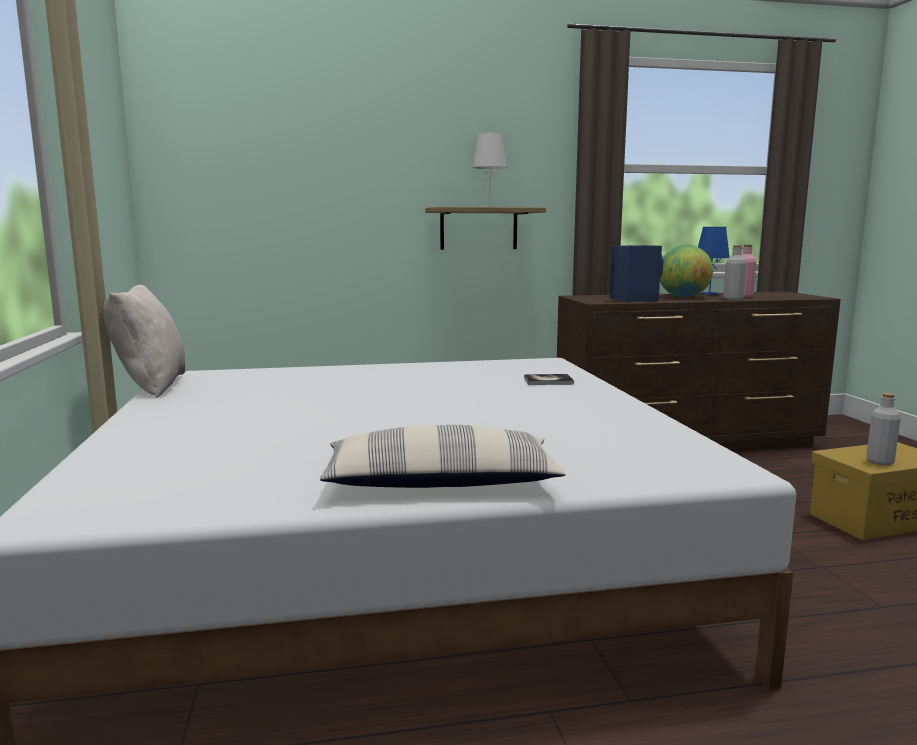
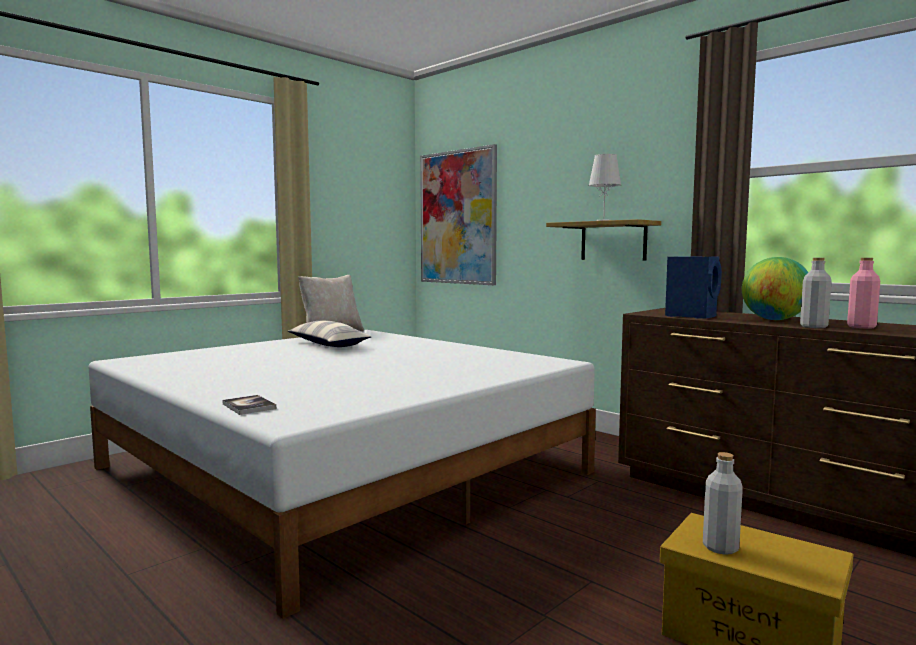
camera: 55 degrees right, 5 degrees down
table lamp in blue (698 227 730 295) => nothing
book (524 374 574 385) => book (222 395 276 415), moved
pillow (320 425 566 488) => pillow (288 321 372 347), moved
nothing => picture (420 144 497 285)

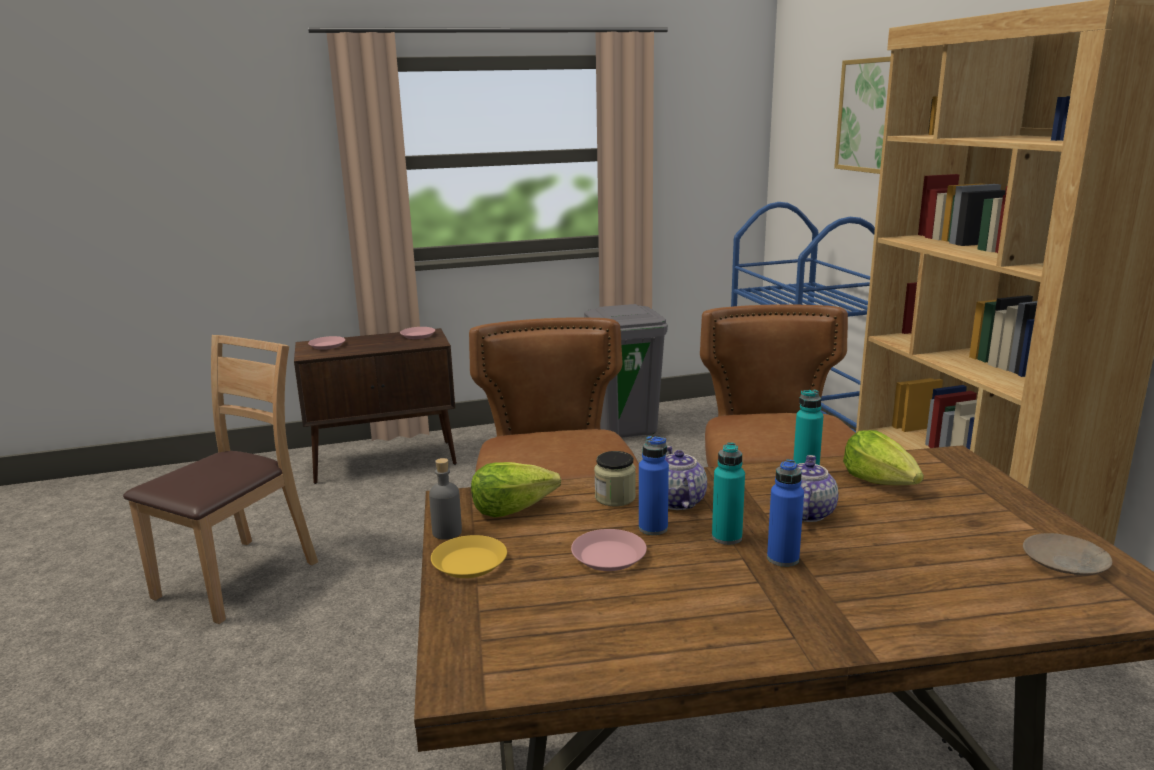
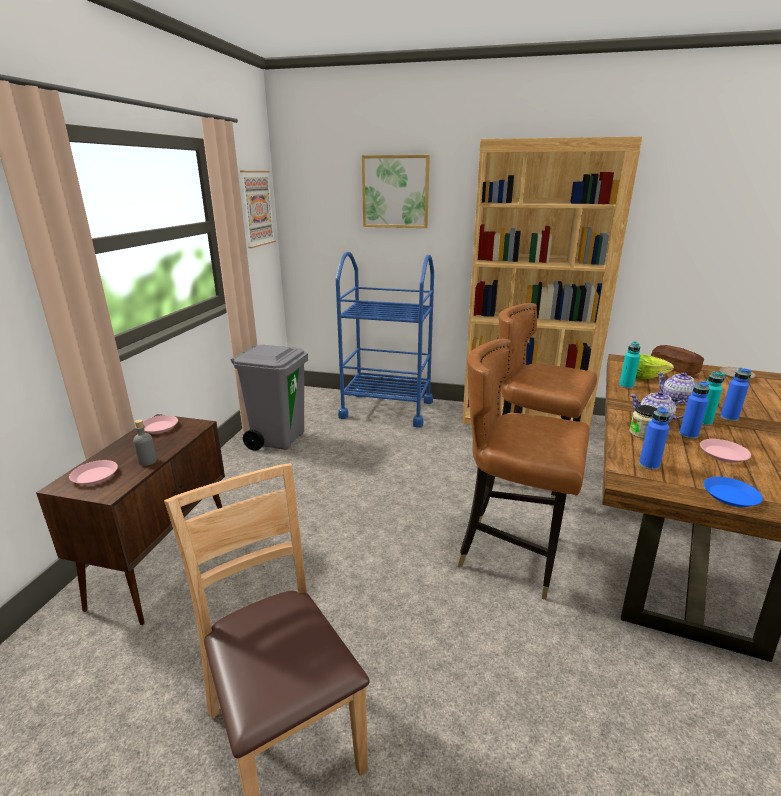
camera: 60 degrees left, 5 degrees up
bottle in grey (429 458 462 540) => bottle in grey (133 420 157 466), moved
lettuce (471 462 561 517) => bottle in blue (639 407 670 470)
plate in yellow (431 535 507 578) => plate in blue (704 477 763 507)
nothing => picture (240 171 276 248)
nothing => bread (651 345 704 375)

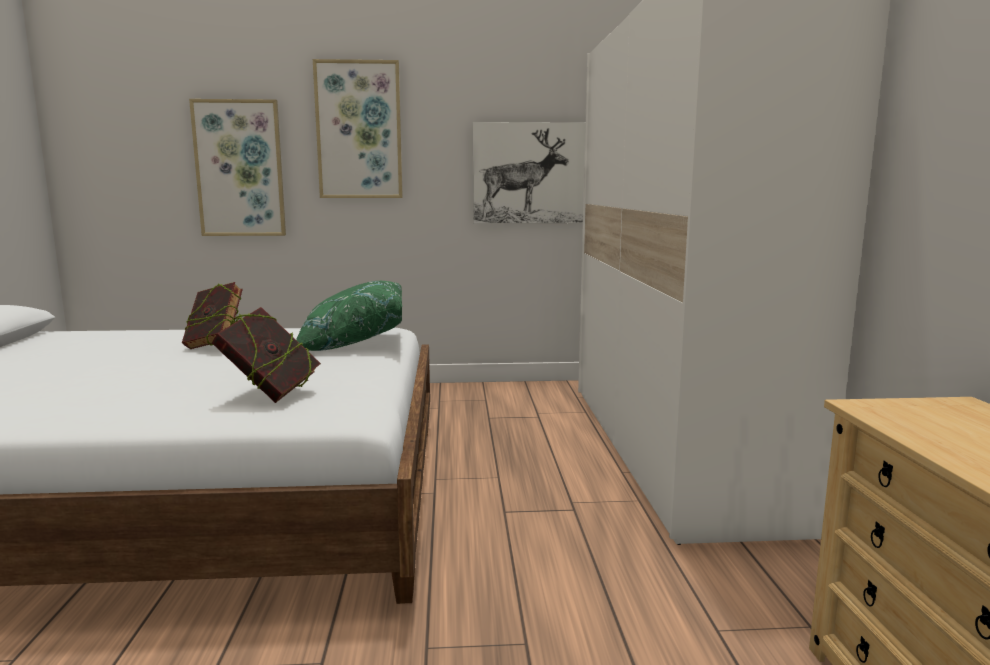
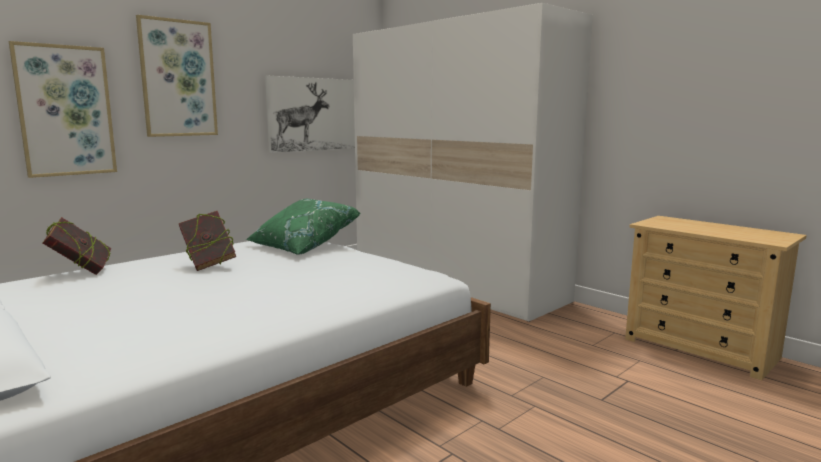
camera: 40 degrees left, 0 degrees up
book (212 307 321 403) => book (43 217 111 275), moved

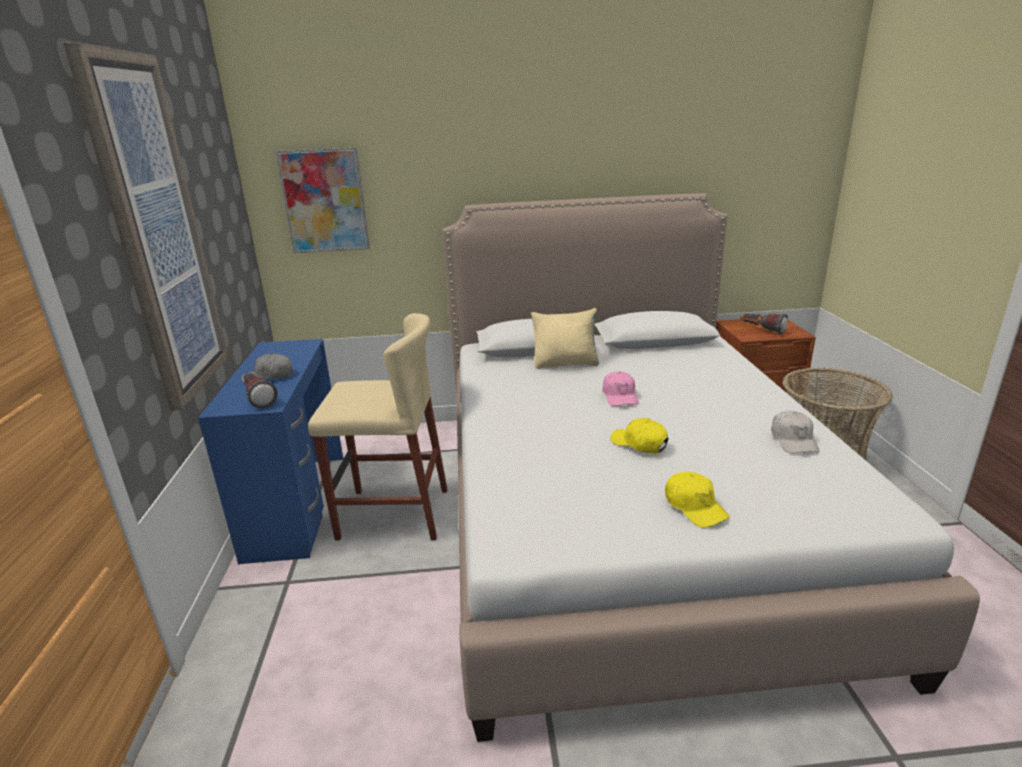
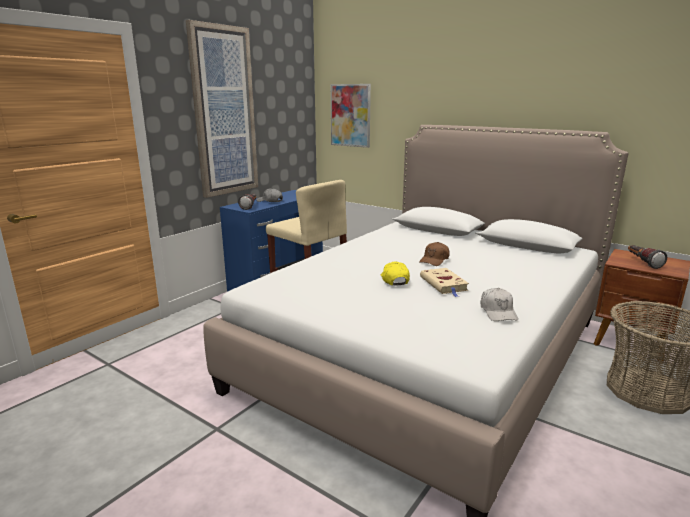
camera: 40 degrees right, 5 degrees down
pillow in beige (531 308 599 369) => nothing
cap in pink (602 371 638 406) => cap in brown (419 242 450 266)
cap in white (771 411 820 453) => cap in white (481 288 518 321), 45 degrees counterclockwise
cap in yellow (665 472 730 528) => nothing
nothing => book in beige (420 268 469 297)

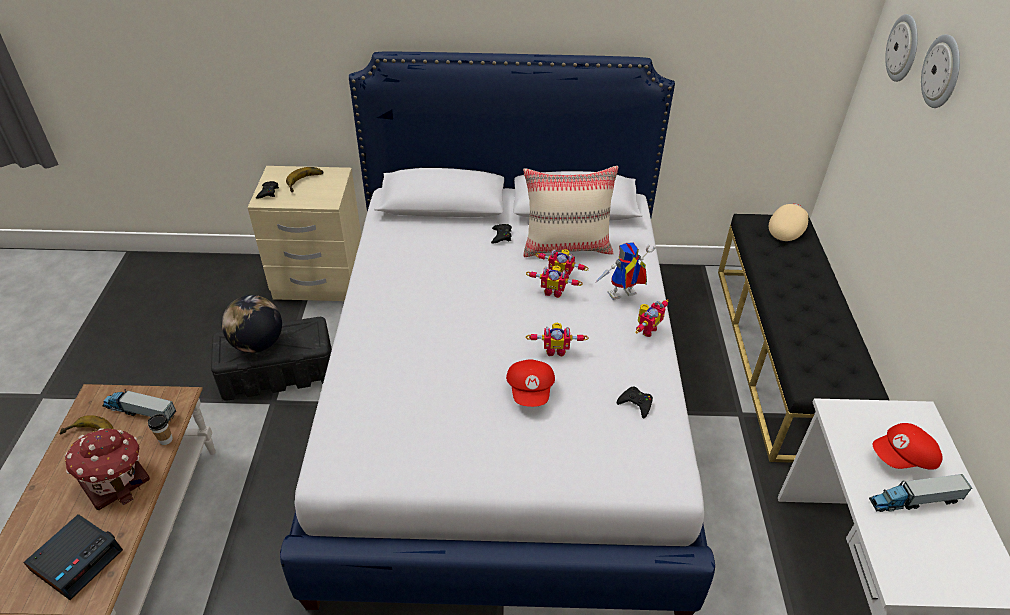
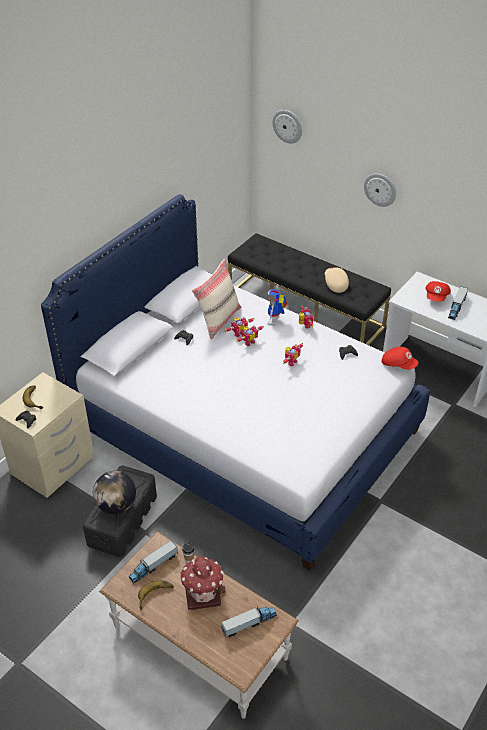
camera: 55 degrees left, 0 degrees up
wall clock (921 34 960 108) => wall clock (364 173 396 207), moved
cap in beige (769 203 808 241) => cap in beige (325 267 349 293), moved
cap in red (506 359 555 407) => cap in red (382 347 419 370), moved
alarm clock (23 514 123 600) => toy truck (221 606 277 637)

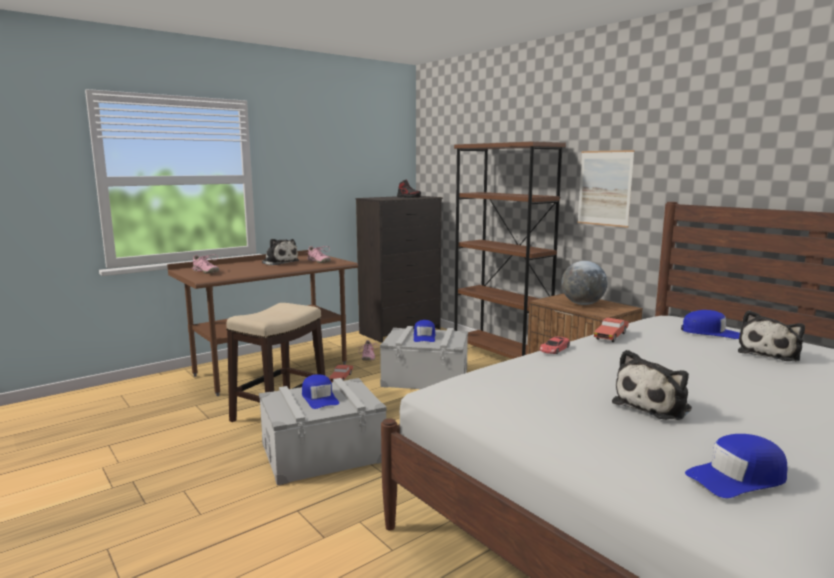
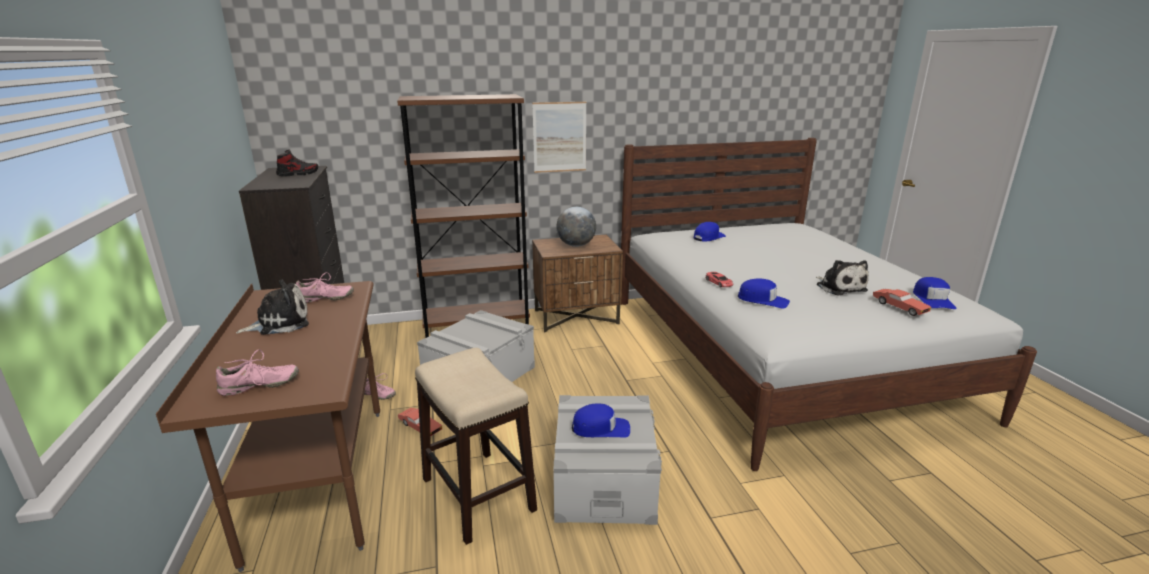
camera: 65 degrees left, 10 degrees up
plush toy (738 310 805 361) => nothing
toy car in red (594 318 629 342) => toy car in red (873 289 932 316), moved
cap in blue (414 320 435 342) => cap in blue (738 278 790 309), moved

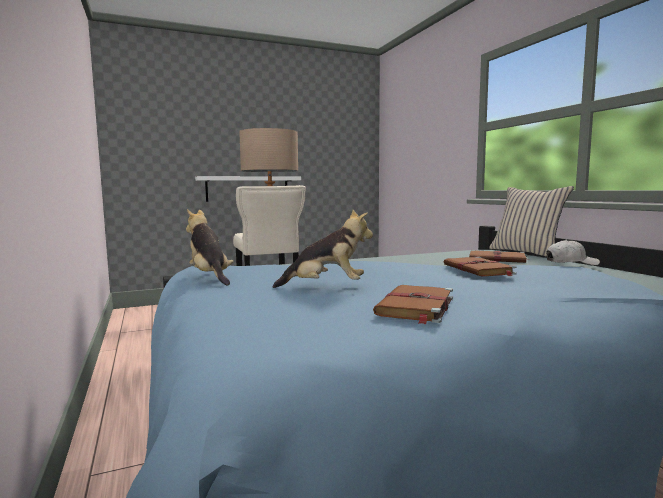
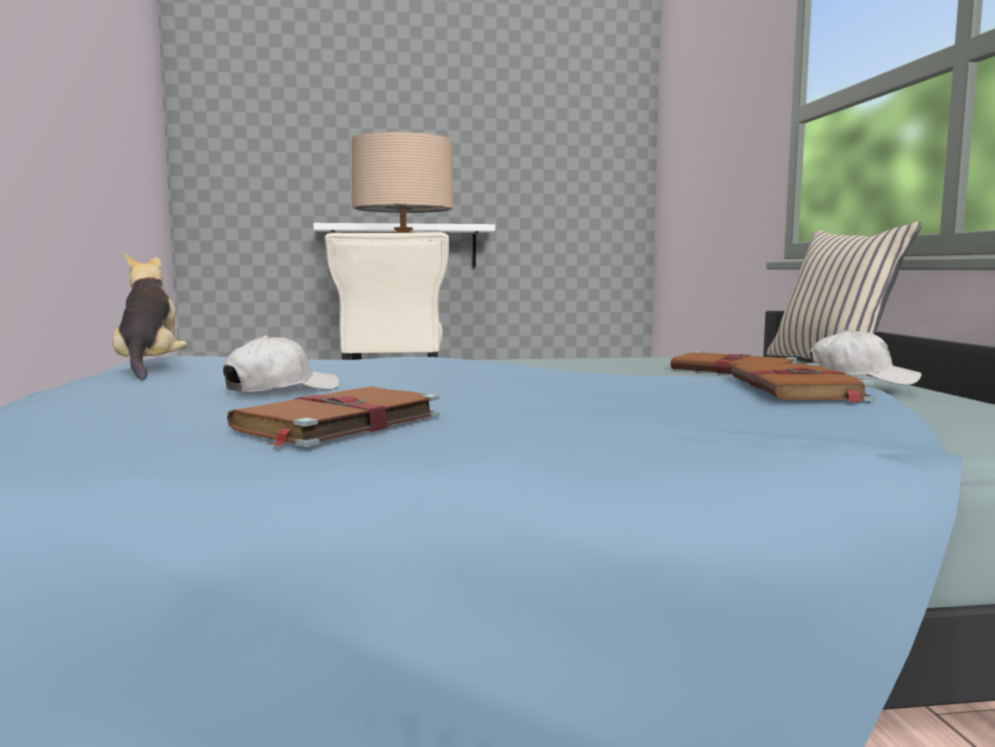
camera: 15 degrees right, 0 degrees up
plush toy (272 210 373 288) => cap in white (223 335 339 392)
book in brown (444 257 517 276) => book in brown (731 363 876 403), moved

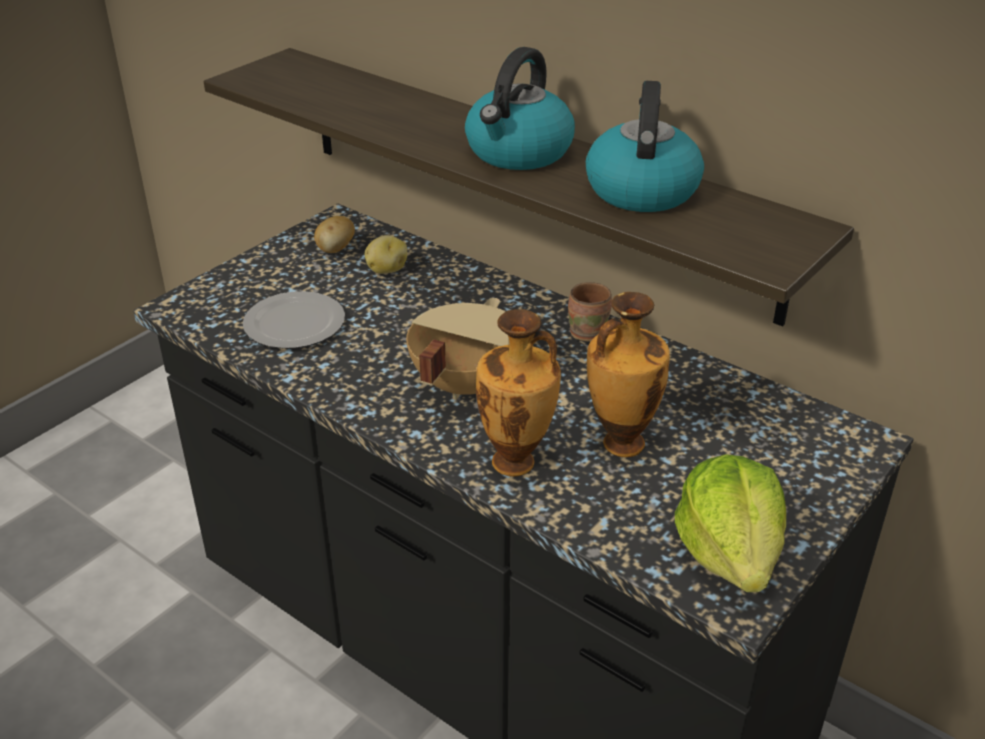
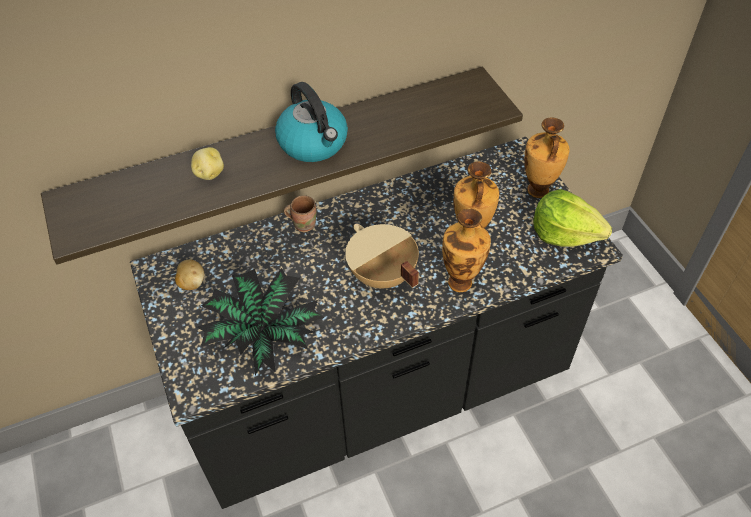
camera: 60 degrees left, 15 degrees up
kettle (586 81 704 212) => nothing
potato (365 235 407 274) => potato (191 147 224 180), moved
mug in brown (568 282 612 341) => mug in brown (284 195 316 232), moved
plate (243 291 345 349) => potted plant (197 268 324 375)
nothing => vase (524 117 570 198)

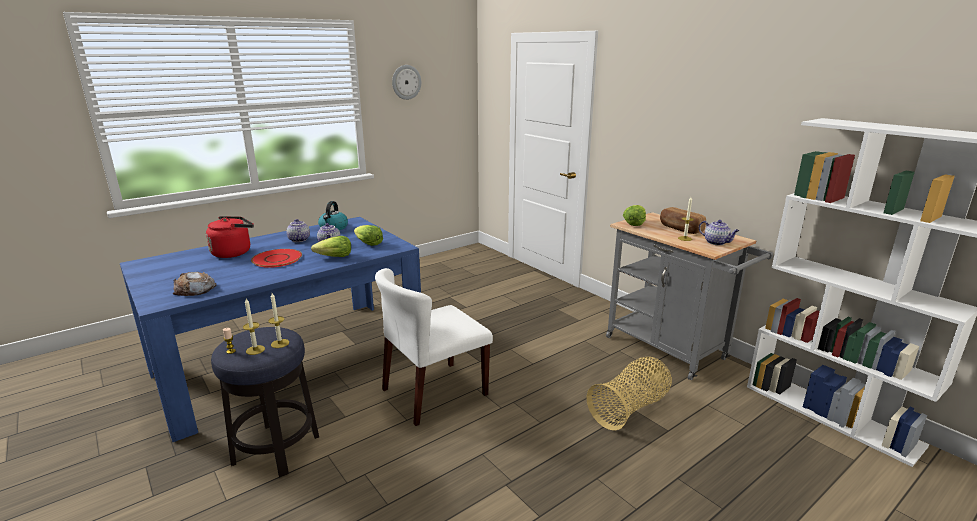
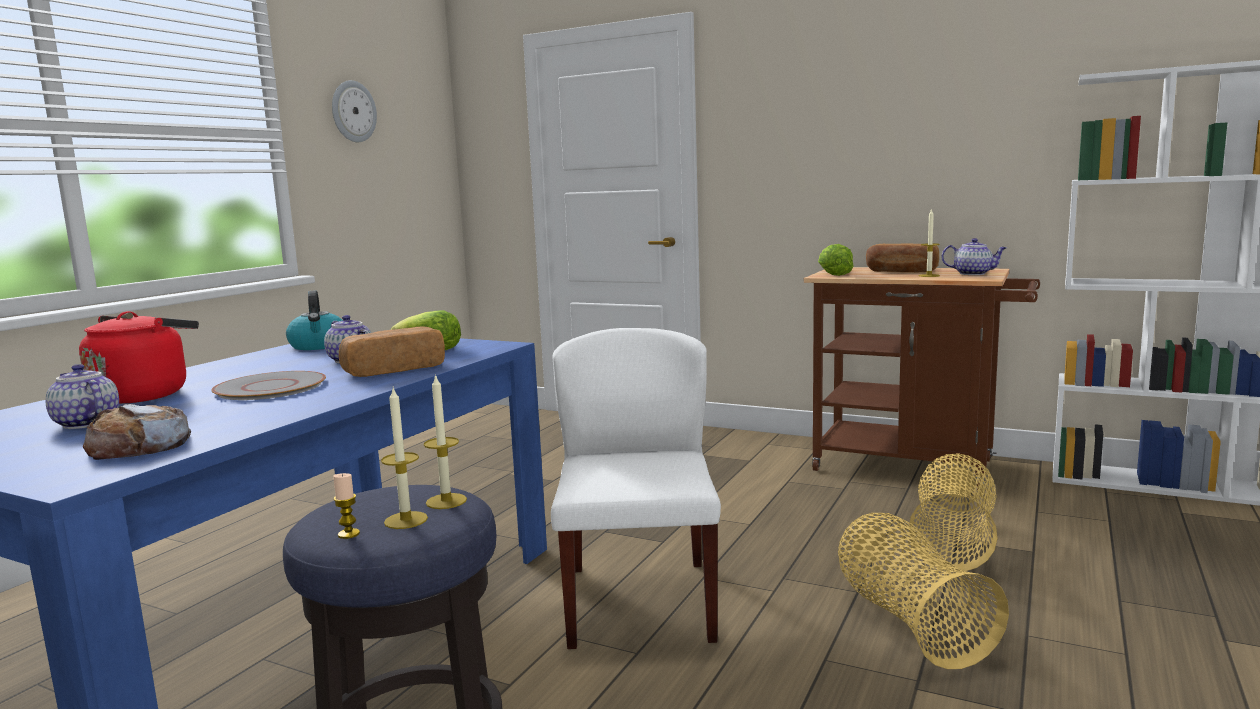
camera: 25 degrees left, 10 degrees down
cart in grey (606 212 773 380) => cart in brown (803 267 1040 490)
teapot (286 219 310 242) => teapot (45 364 119 429), moved
lettuce (311 236 351 257) => bread (339 326 445 377)
plate in red (251 249 302 268) => plate in grey (211 371 326 400)
chair in white (375 268 493 426) => chair in white (551 328 721 649), 150 degrees clockwise
nothing => basket (838 513 1009 669)

